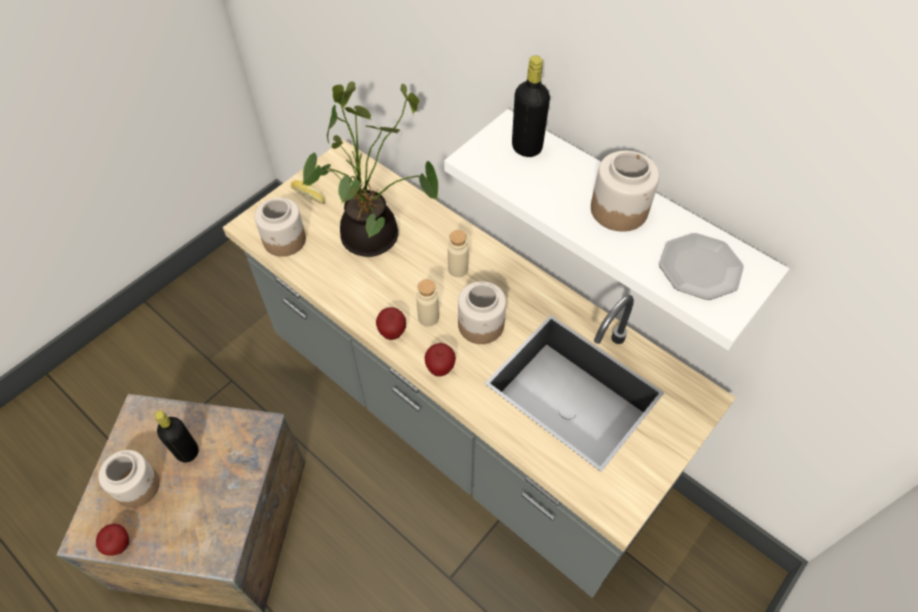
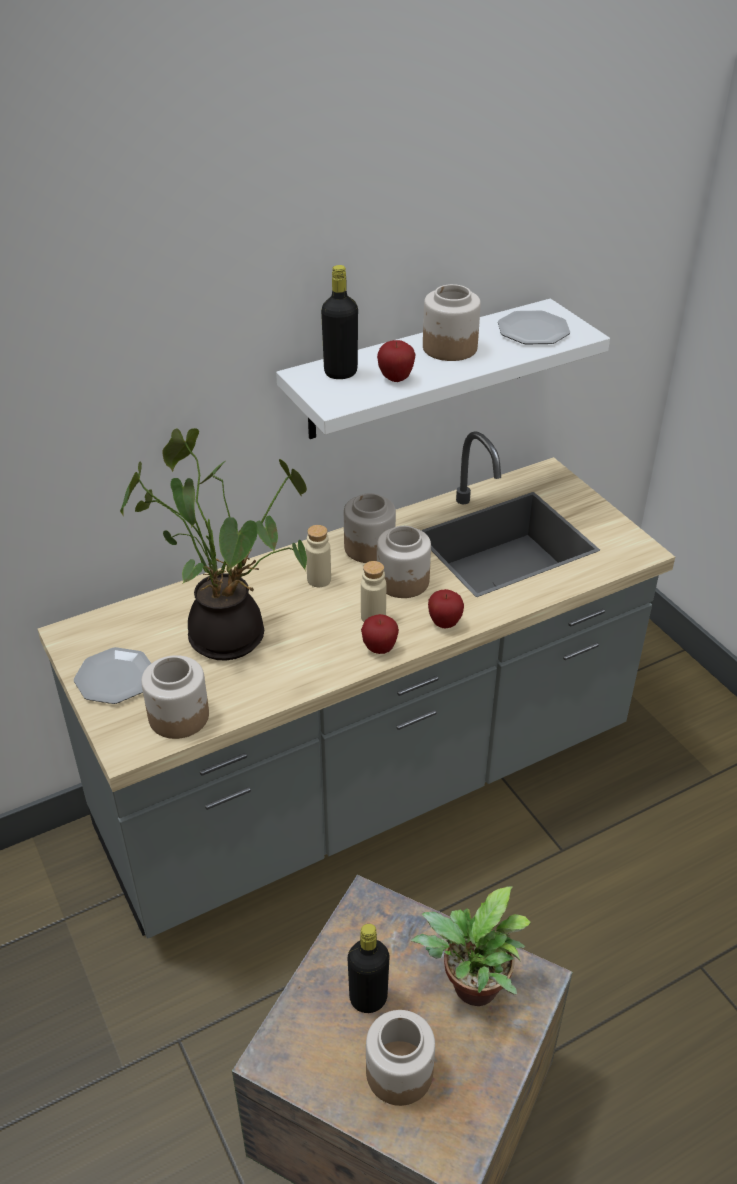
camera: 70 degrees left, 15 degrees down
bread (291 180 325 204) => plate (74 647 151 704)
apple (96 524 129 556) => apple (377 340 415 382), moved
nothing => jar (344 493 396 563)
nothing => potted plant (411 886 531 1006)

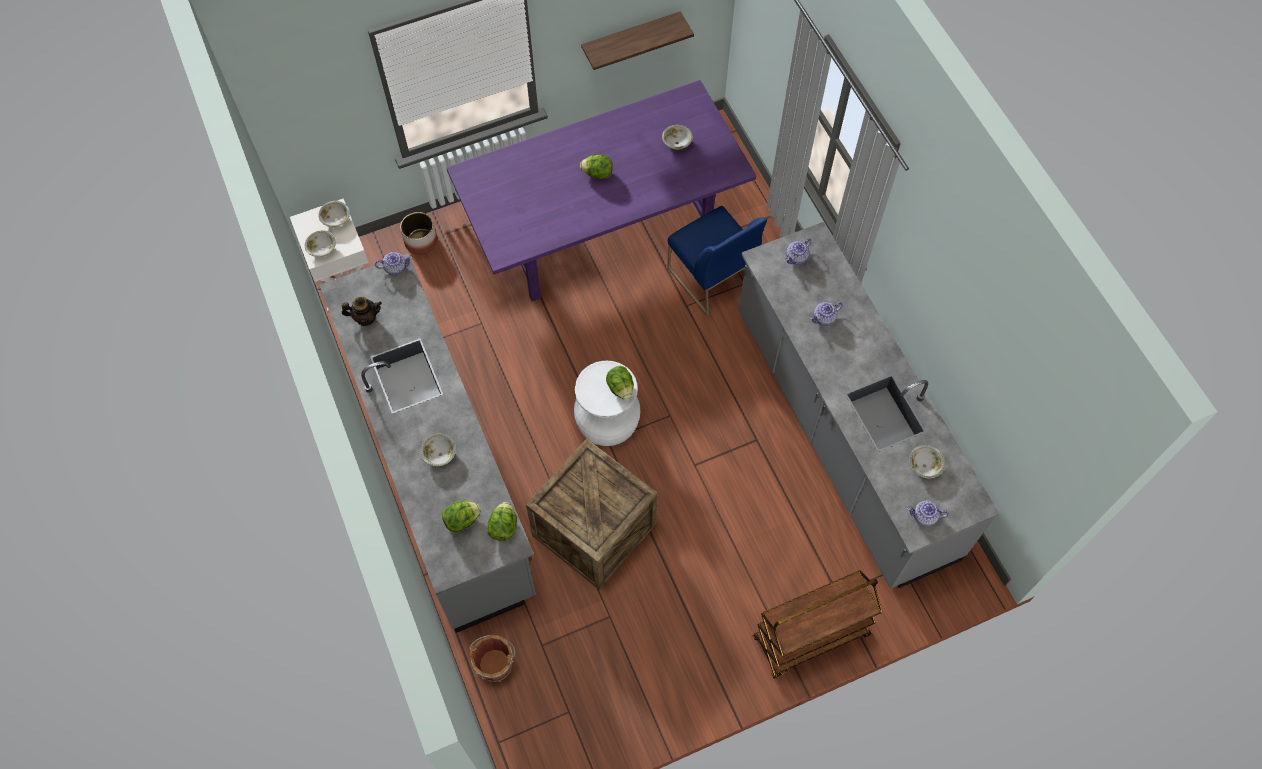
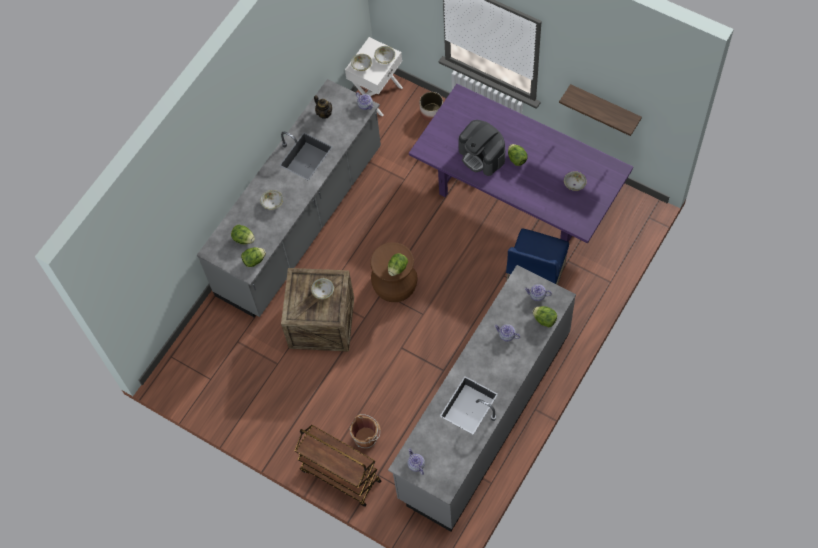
camera: 60 degrees right, 0 degrees up
stool in white (574 361 640 446) => stool in brown (370 242 418 302)
bowl (909 445 945 478) => bowl (311 278 334 299), moved
bucket in brown (469 634 515 682) => bucket in brown (350 414 381 448), moved
nothing => coffee machine (458 120 505 176)
nothing => lettuce (532 306 557 327)

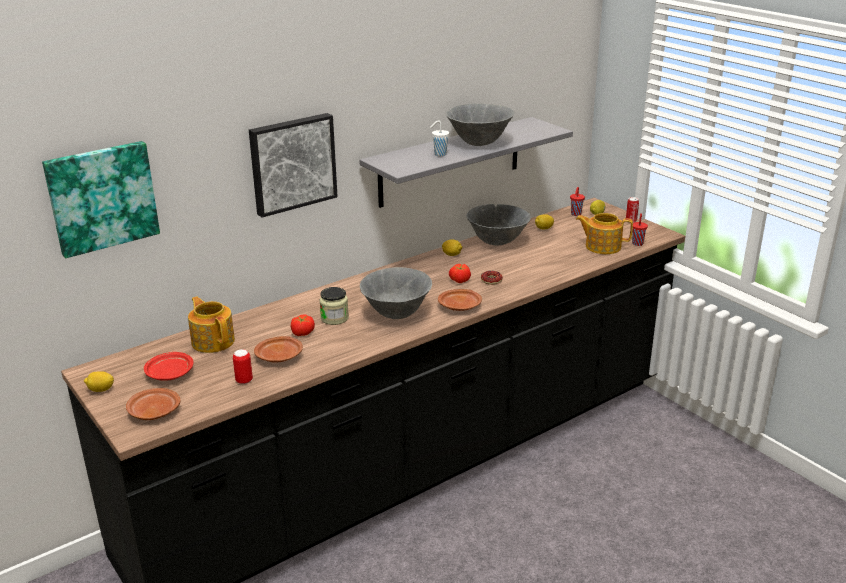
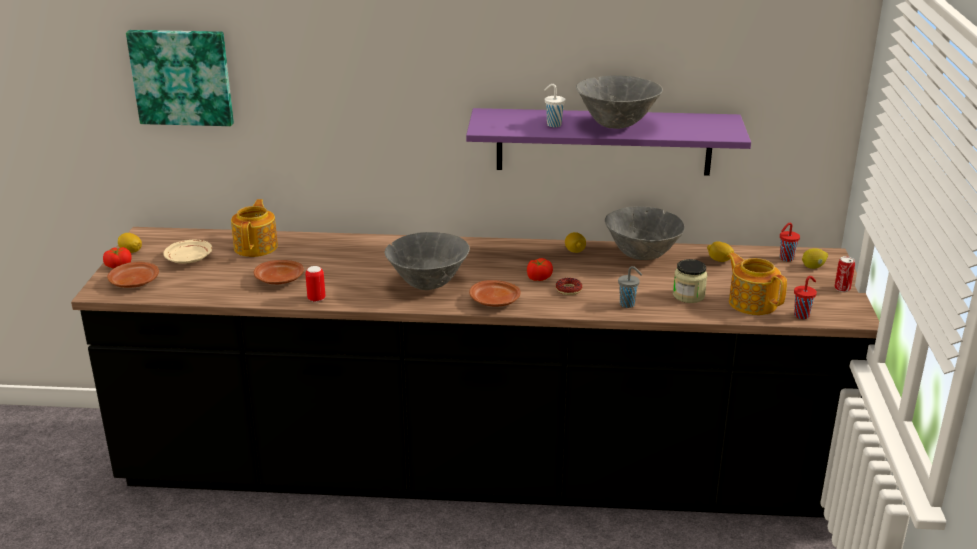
camera: 40 degrees right, 0 degrees up
picture (249 113 338 218) => nothing
shelf in grey (359 117 573 208) => shelf in purple (466 108 751 176)
jar (319 287 349 325) => jar (673 259 707 303), moved
tomato (291 314 315 336) => tomato (103 247 132 269), moved
can (233 349 253 384) => can (305 266 325 302), moved
plate in red (144 352 193 381) => plate in beige (163 240 212 264)
nothing => cup in grey (618 266 642 308)

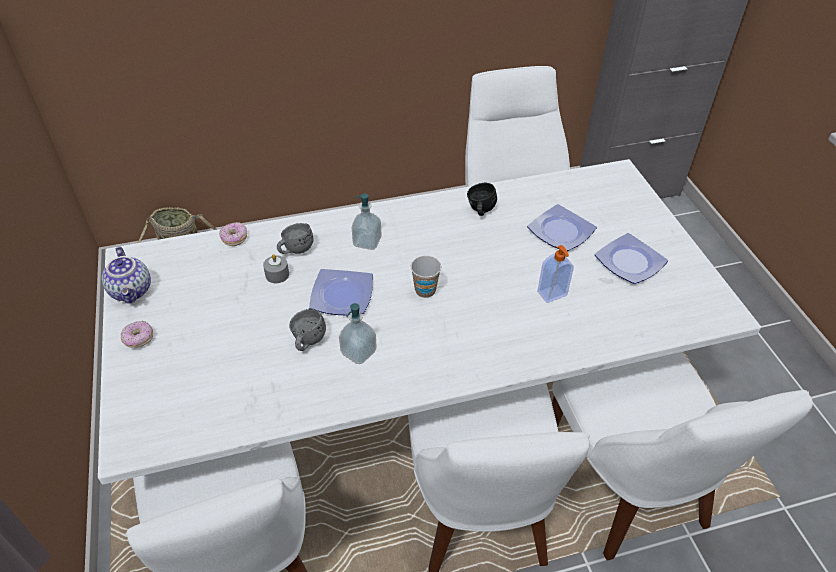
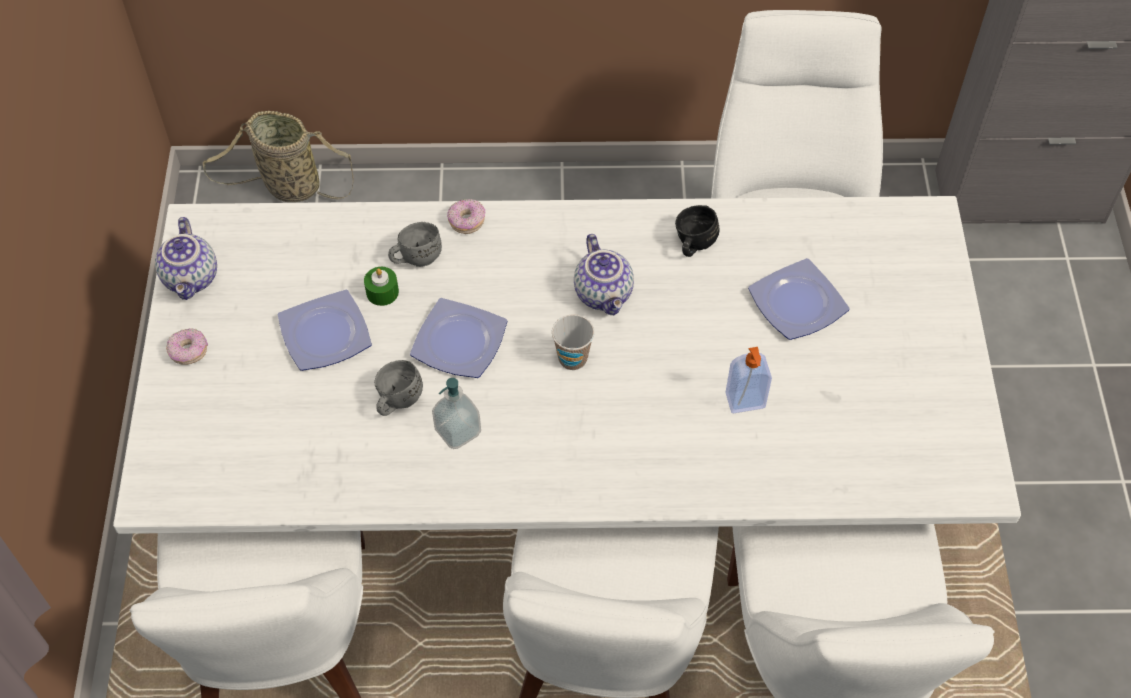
camera: 15 degrees right, 10 degrees up
soap dispenser (352 193 382 250) => nothing
donut (219 222 247 246) => donut (447 199 485 234), moved
plate (595 233 668 284) => plate (278 290 372 371), moved
candle in grey (263 254 289 283) => candle in green (364 267 399 306)
nothing => teapot (574 234 634 315)

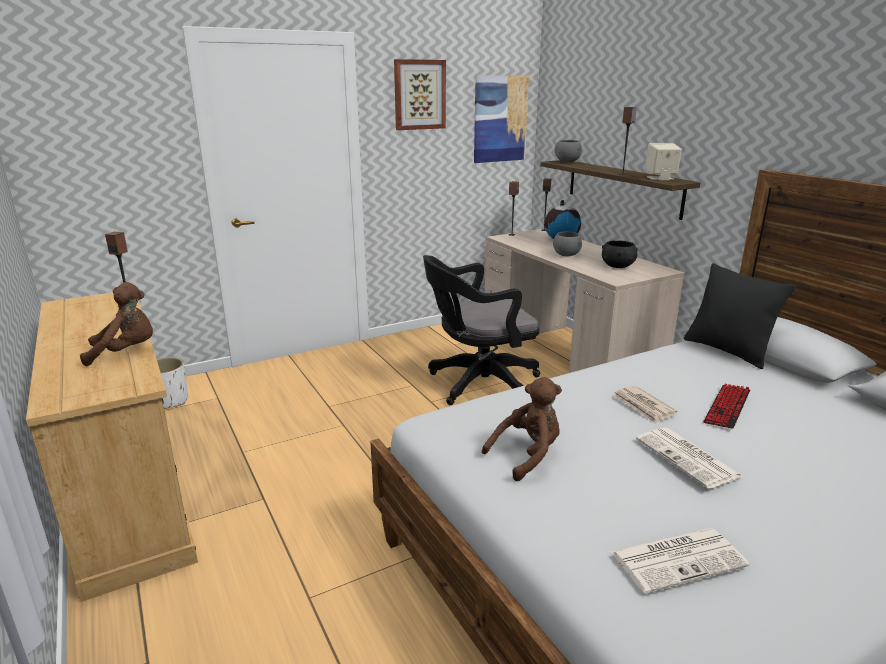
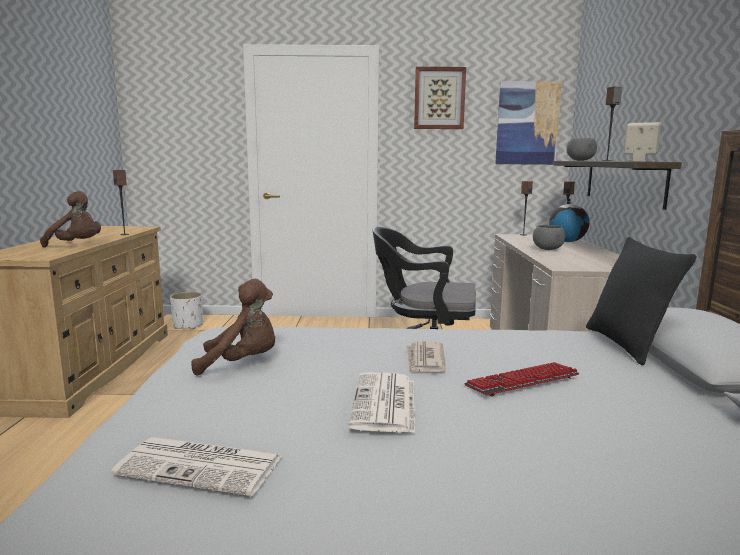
camera: 30 degrees right, 10 degrees down
bowl in black (602 241 638 268) => nothing

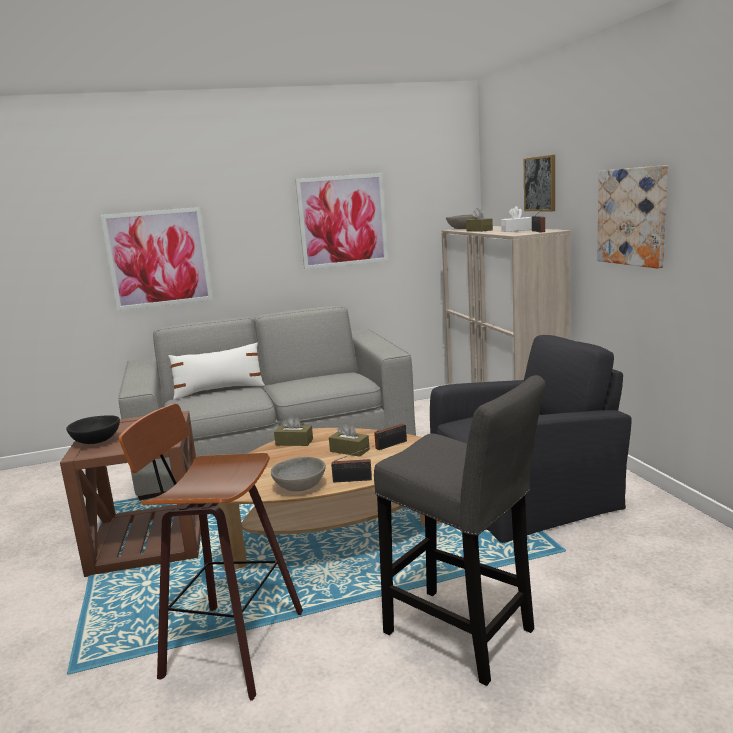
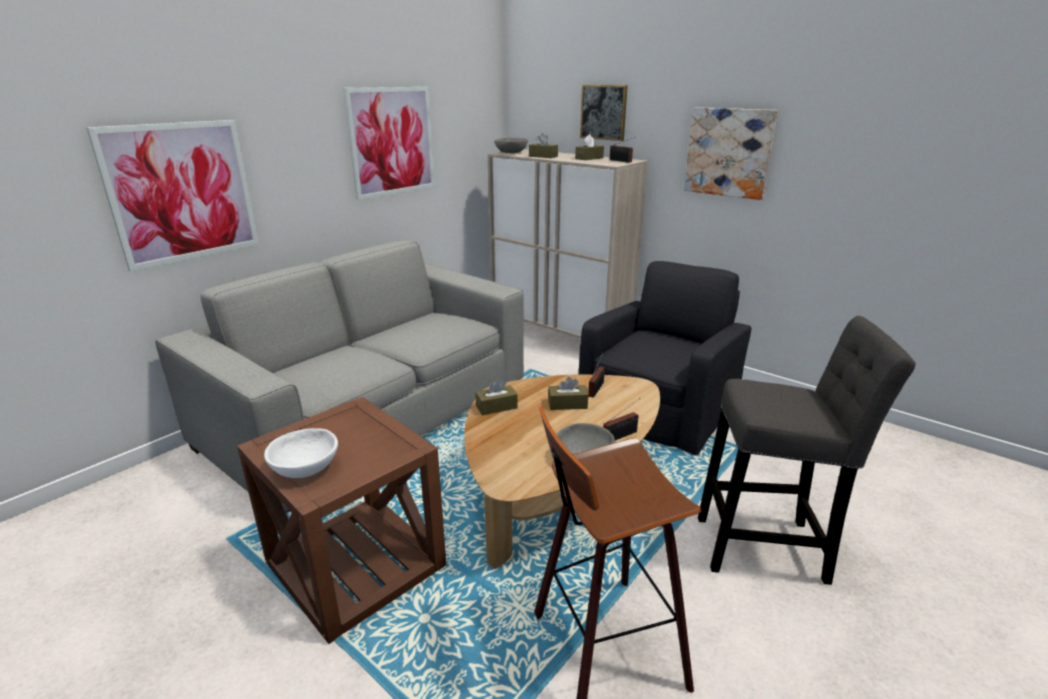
camera: 35 degrees left, 10 degrees up
tissue box in white (501 206 532 232) => tissue box in brown (575 134 604 160)
pillow in white (168 342 265 400) => nothing
bowl in black (66 415 120 444) => bowl in white (264 428 338 478)

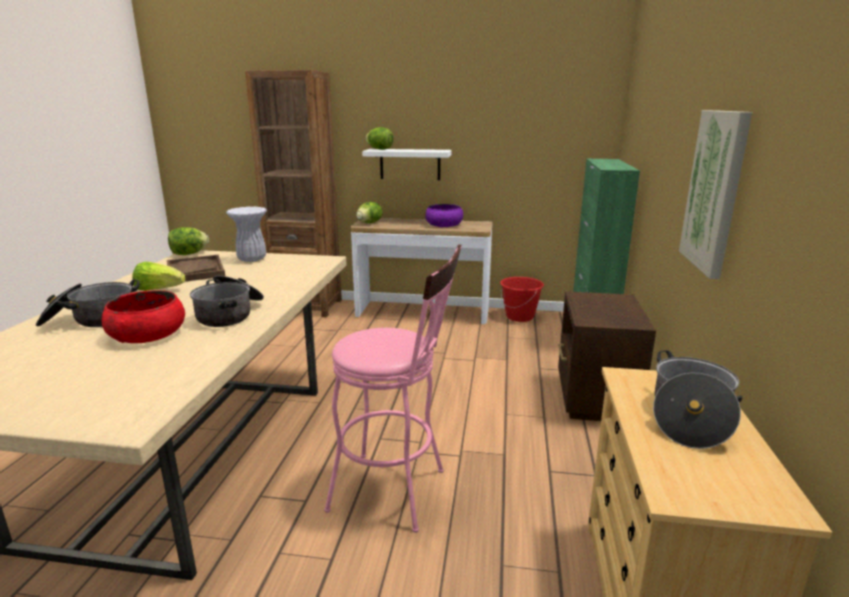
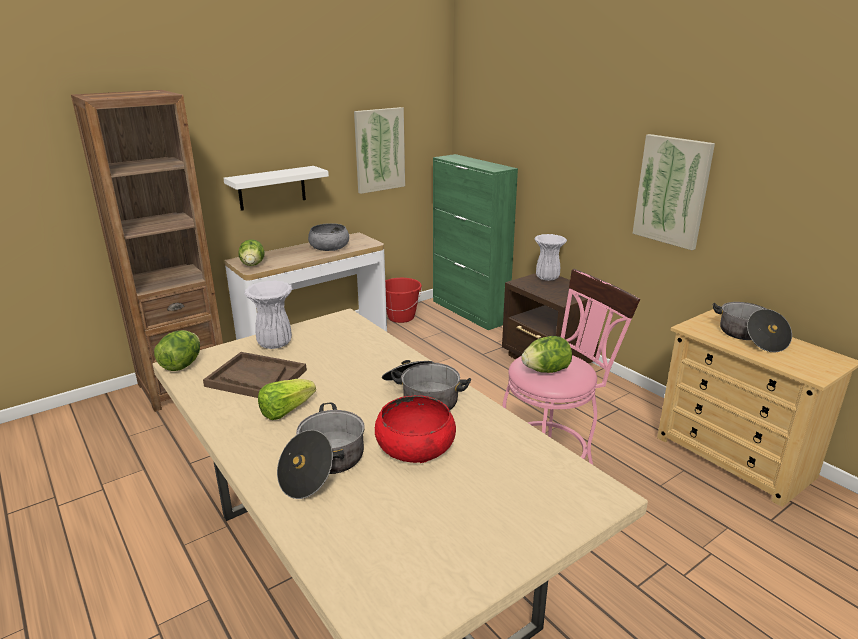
camera: 45 degrees left, 5 degrees up
lettuce (365 127 394 150) => lettuce (521 336 572 373), moved
bowl in purple (425 204 463 227) => bowl in grey (308 223 349 251)
nothing => picture (354 107 405 194)
nothing => vase in white (535 234 567 281)

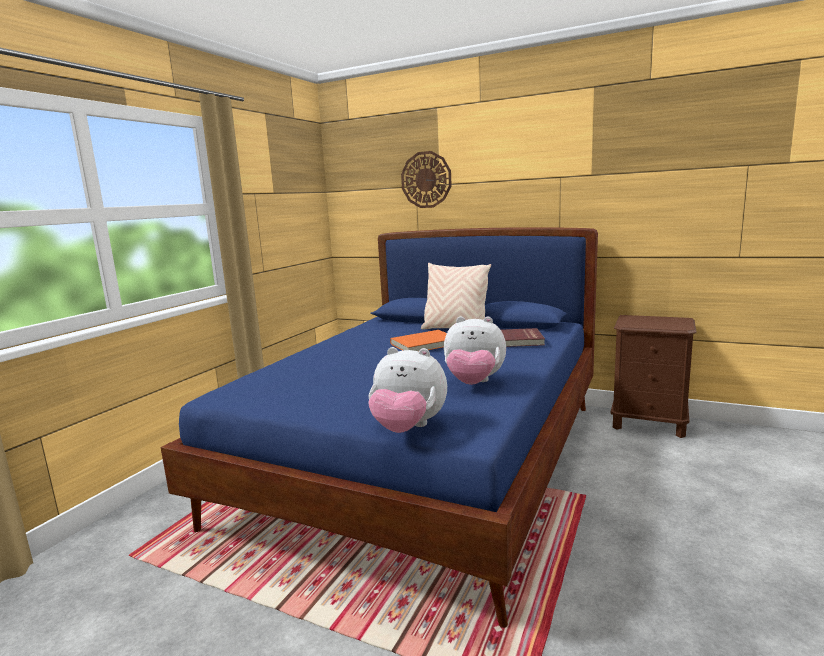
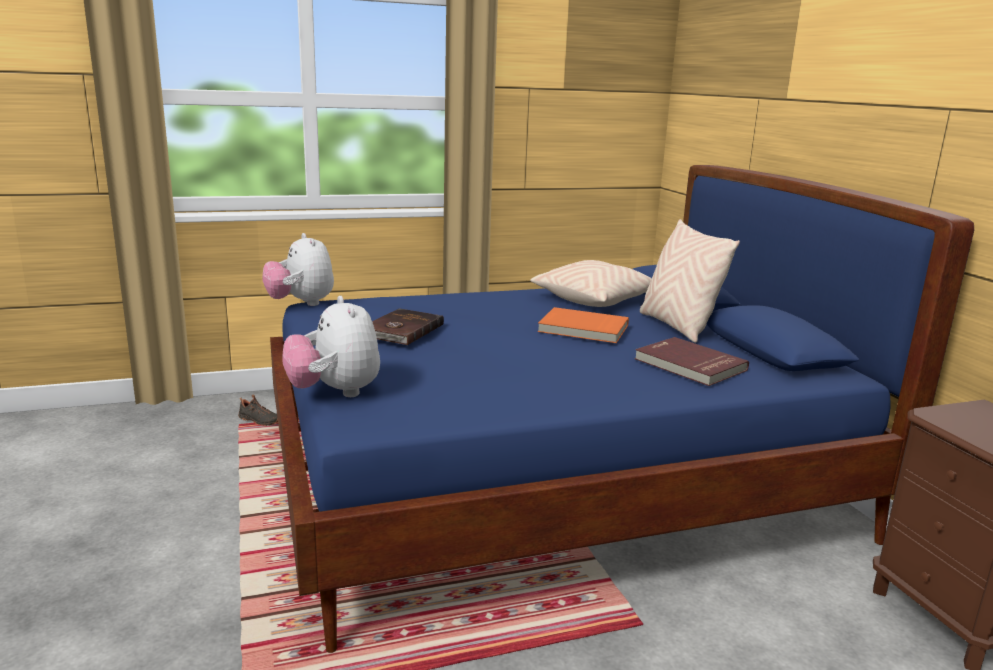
camera: 45 degrees right, 5 degrees up
wall clock (401 151 452 208) => nothing
plush toy (444 316 506 385) => plush toy (262 233 334 306), moved
nothing => pillow in beige (530 260 652 307)
nothing => book in brown (372 308 444 345)
nothing => shoe in black (238 394 278 426)

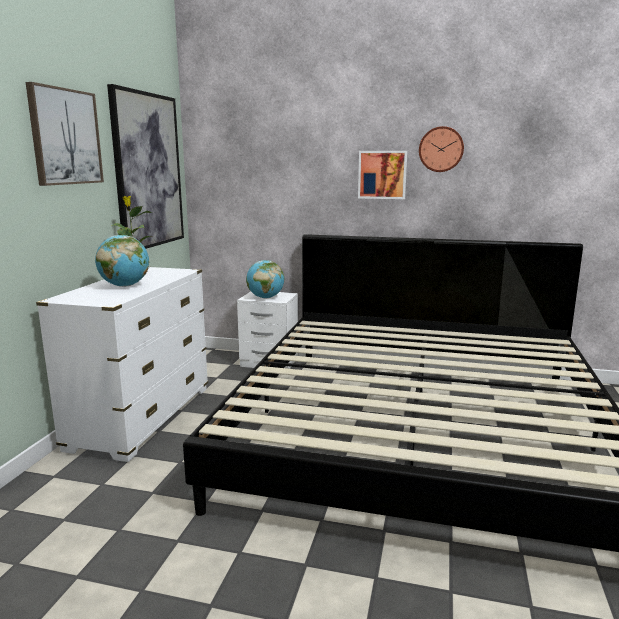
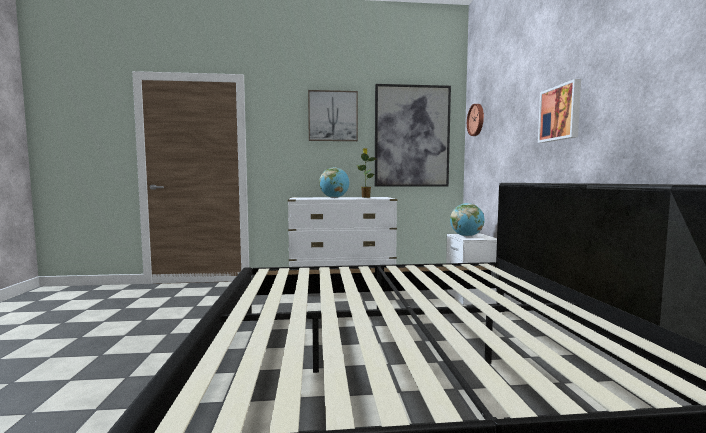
camera: 70 degrees right, 10 degrees down
wall clock (419 126 464 172) => wall clock (467 104 484 136), moved

